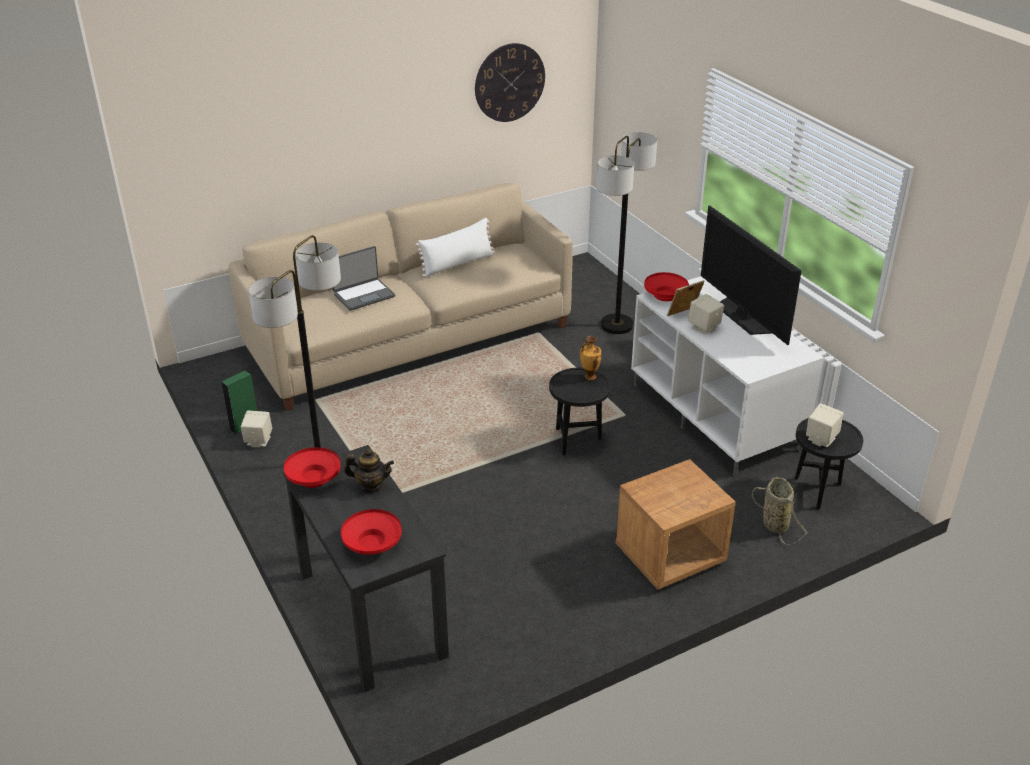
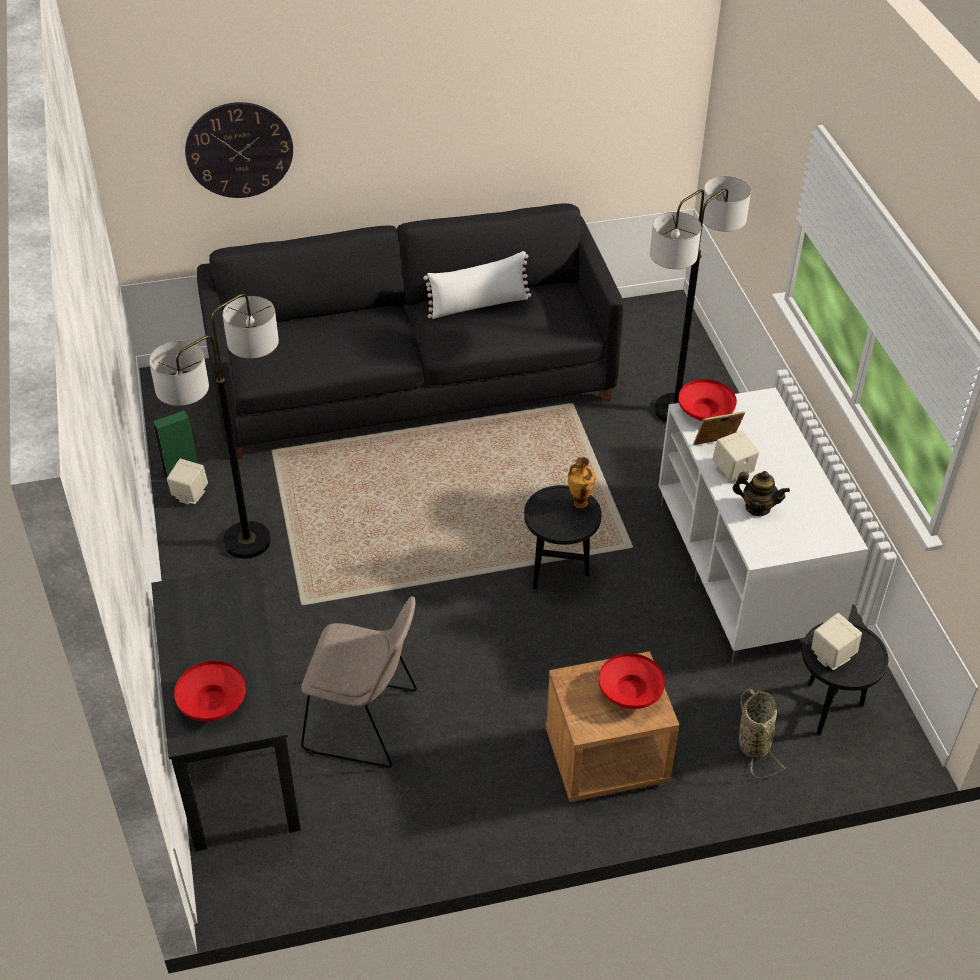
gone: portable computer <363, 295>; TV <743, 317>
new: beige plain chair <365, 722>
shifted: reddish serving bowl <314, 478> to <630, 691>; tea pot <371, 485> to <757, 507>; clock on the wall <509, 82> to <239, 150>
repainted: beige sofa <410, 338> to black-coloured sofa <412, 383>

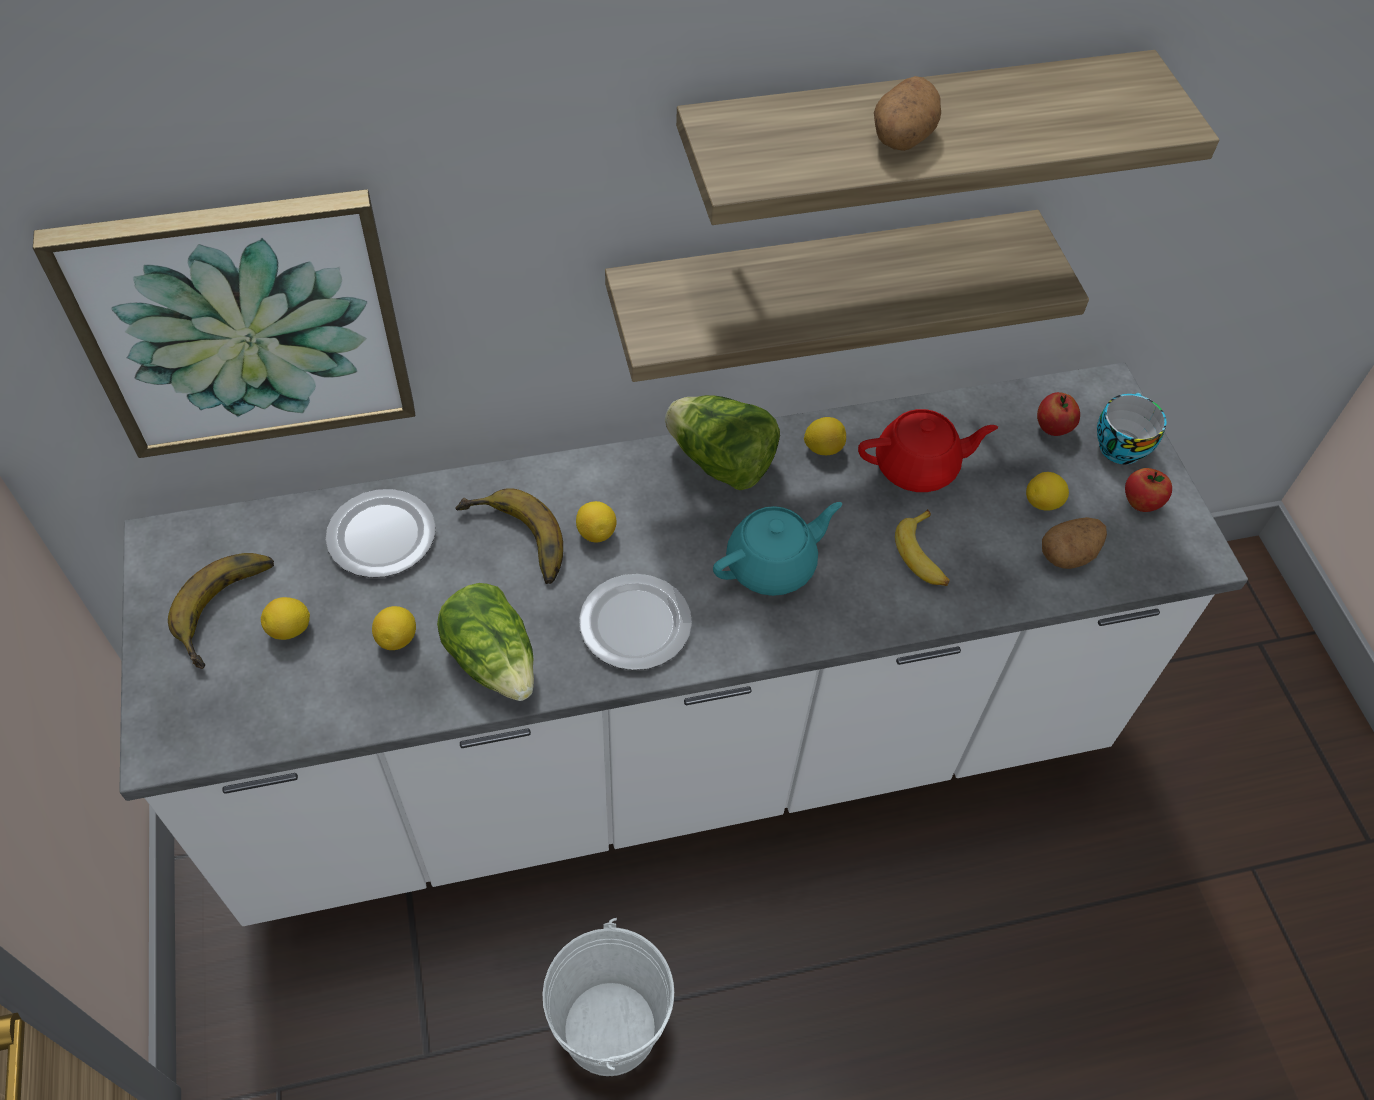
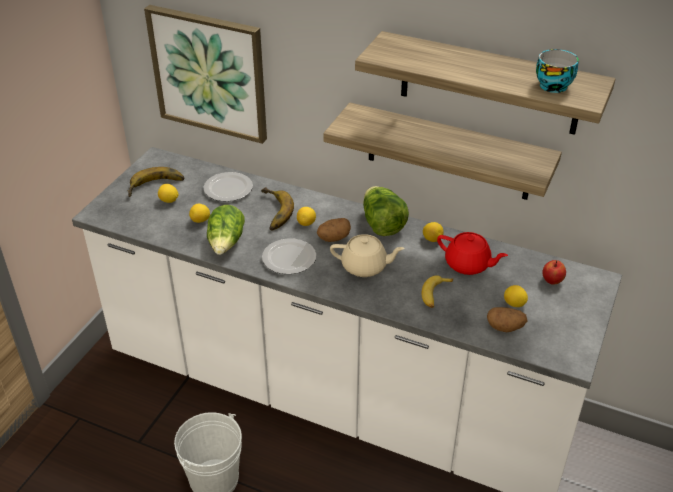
gone: apple <1140, 503>
shifted: spud <901, 139> to <333, 238>; cup <1119, 445> to <554, 85>
repainted: blue-green tea pot <772, 565> to beige tea pot <365, 267>

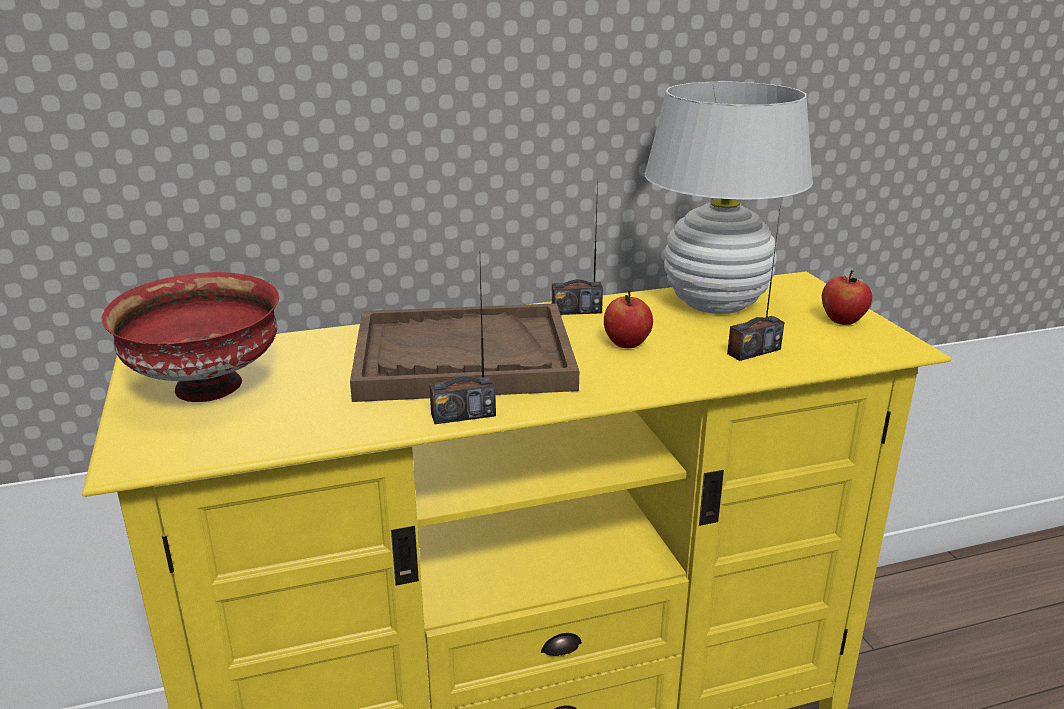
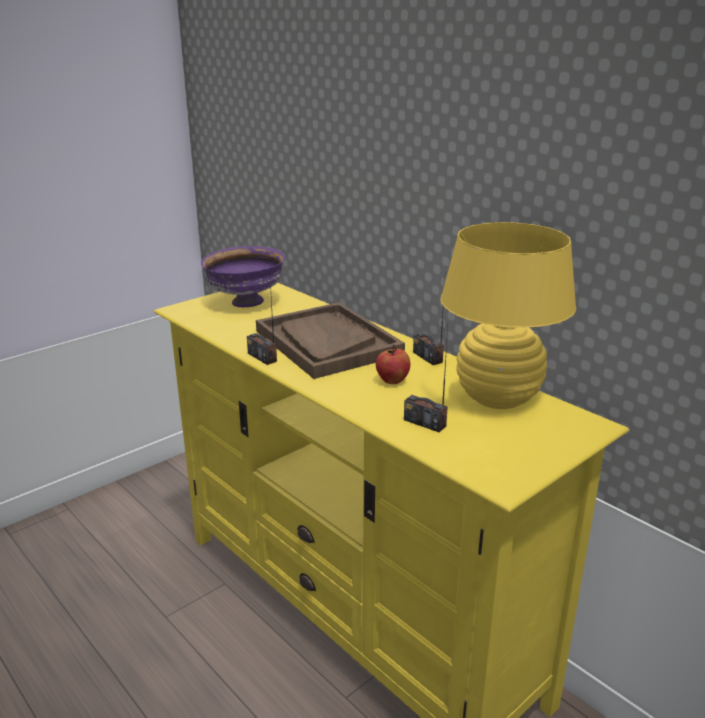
gone: apple <842, 321>
repainted: reddish serving bowl <209, 388> to purple serving bowl <246, 302>; white-coloured table lamp <714, 303> to yellow table lamp <497, 398>

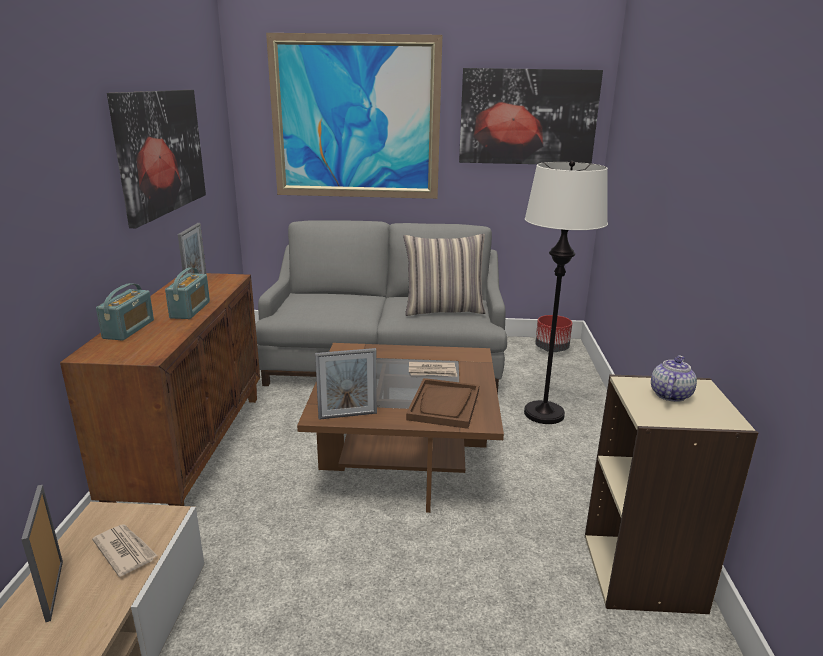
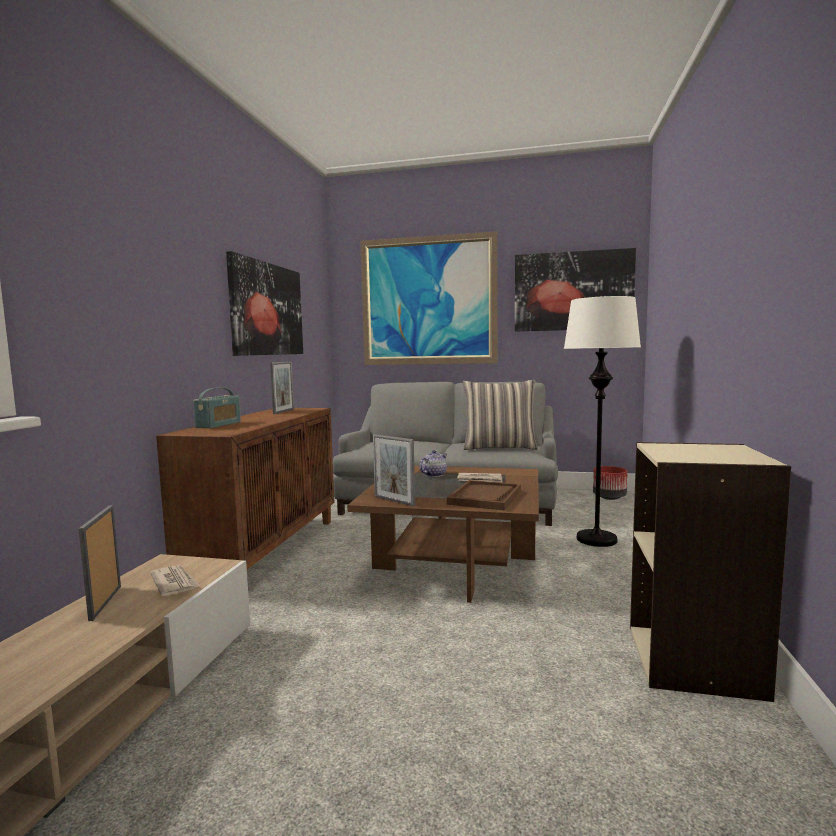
gone: radio <190, 310>
shifted: tea pot <669, 394> to <433, 475>
rotated: standing frame <347, 415> = <394, 501> 45 degrees clockwise

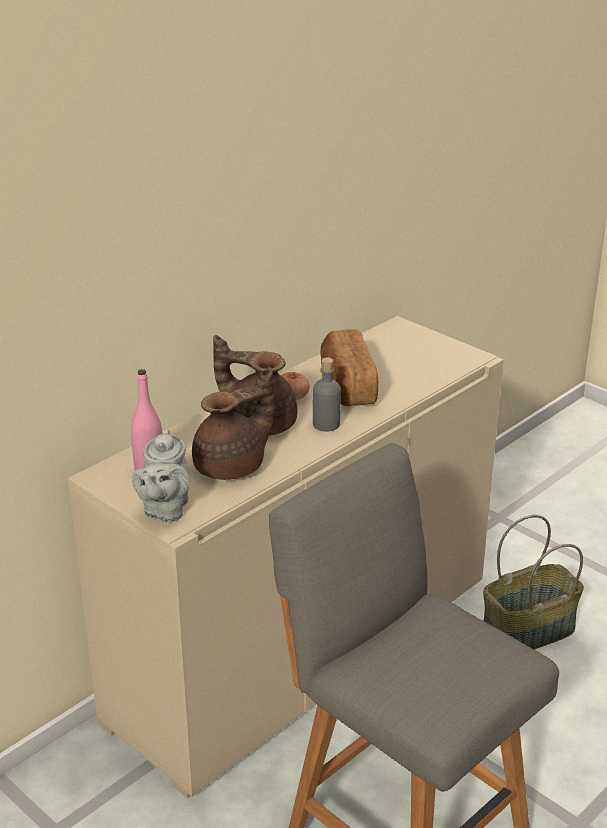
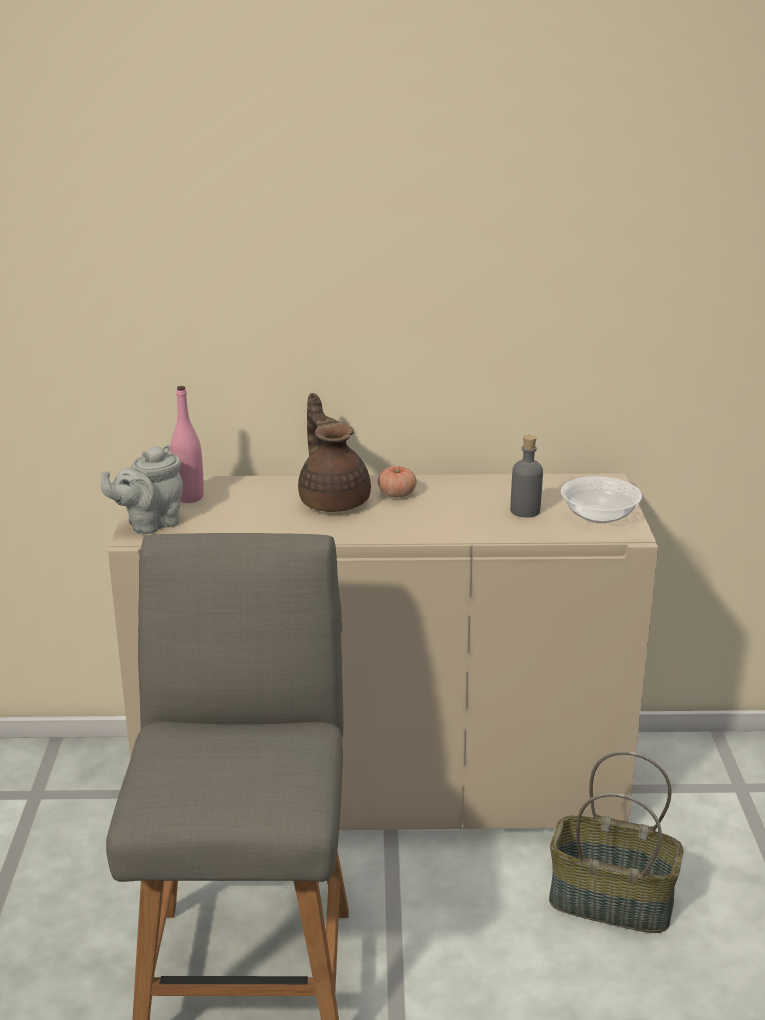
gone: brown-coloured tea pot <233, 466>; bakery bread <346, 385>
new: serving bowl <599, 515>
shifted: gray bottle <326, 424> to <525, 511>

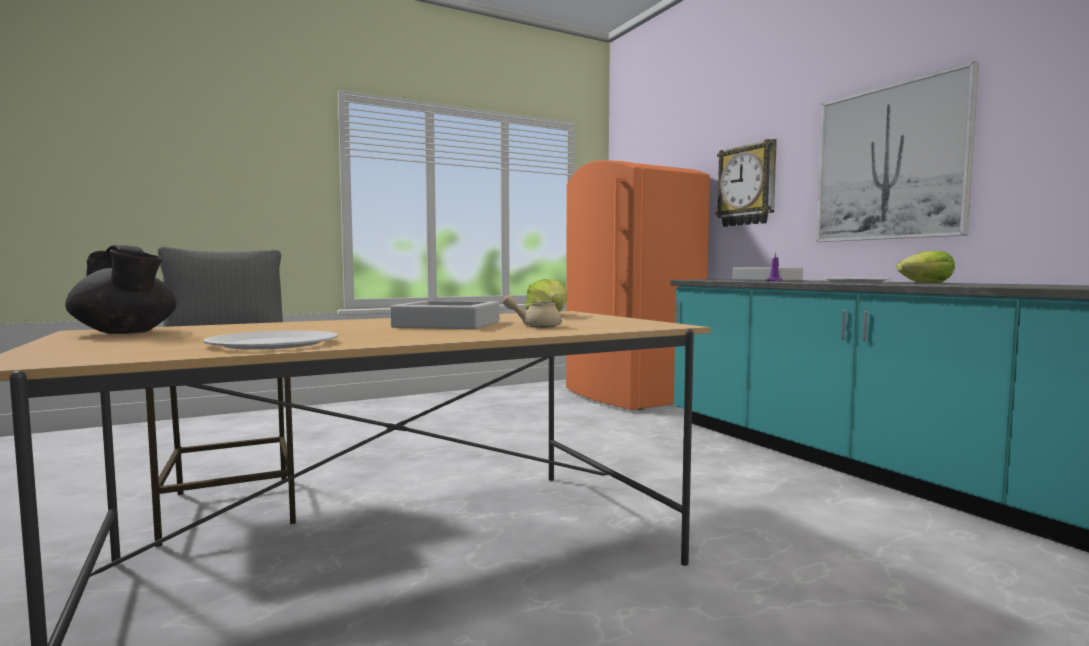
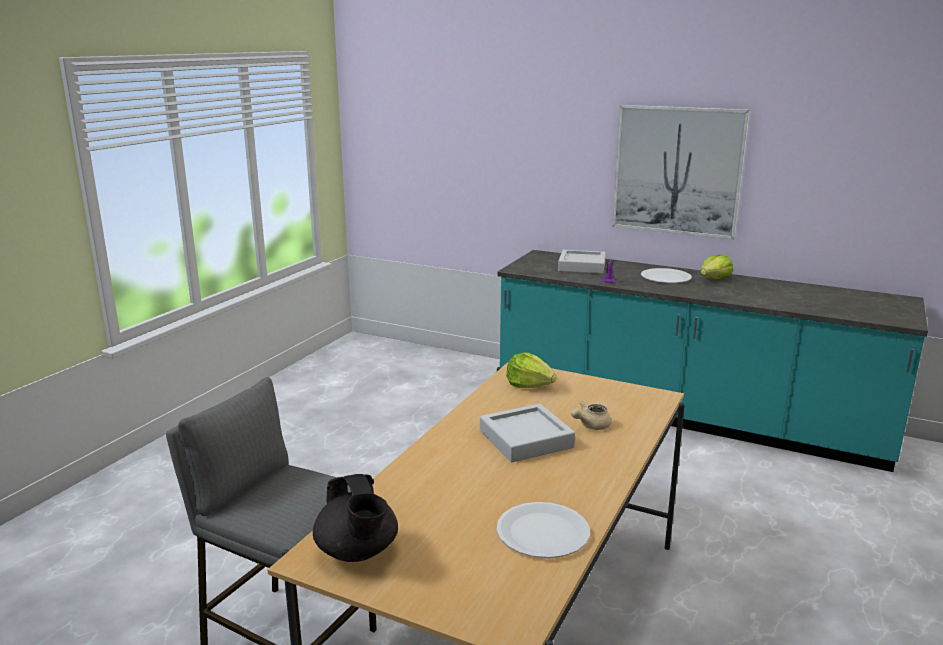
gone: orange-coloured refrigerator <630, 396>; clock on the wall <747, 185>
rotated: black-coloured tea pot <126, 333> = <357, 552> 60 degrees clockwise

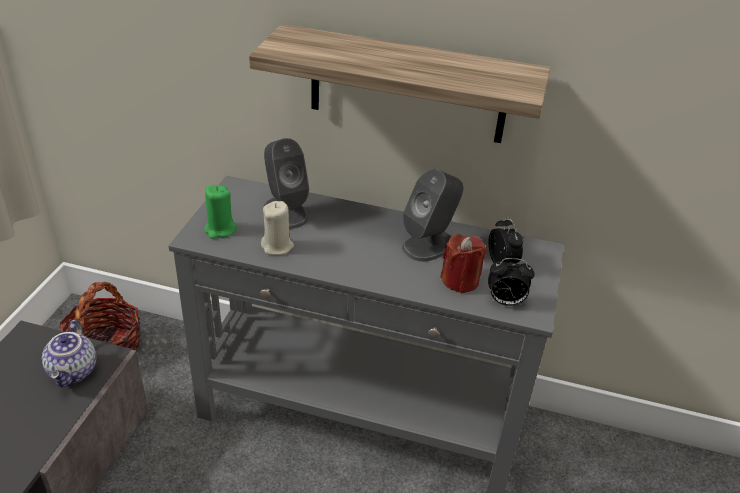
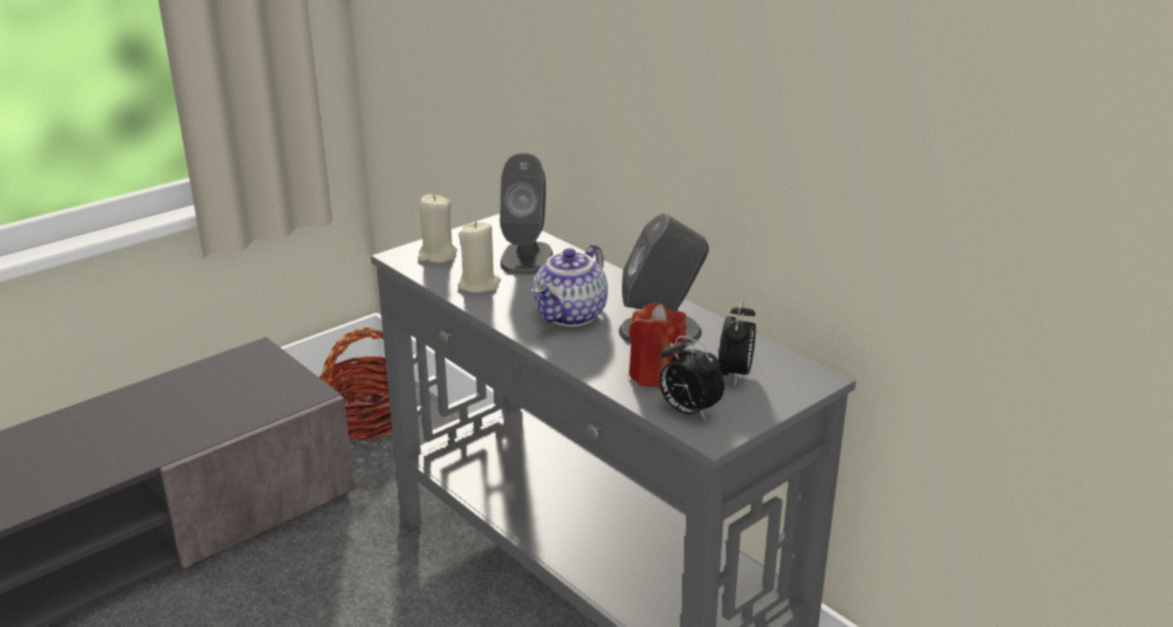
gone: wall shelf <407, 85>
shifted: tea pot <74, 371> to <572, 316>
repainted: greenish candle <220, 230> to beige candle <437, 256>

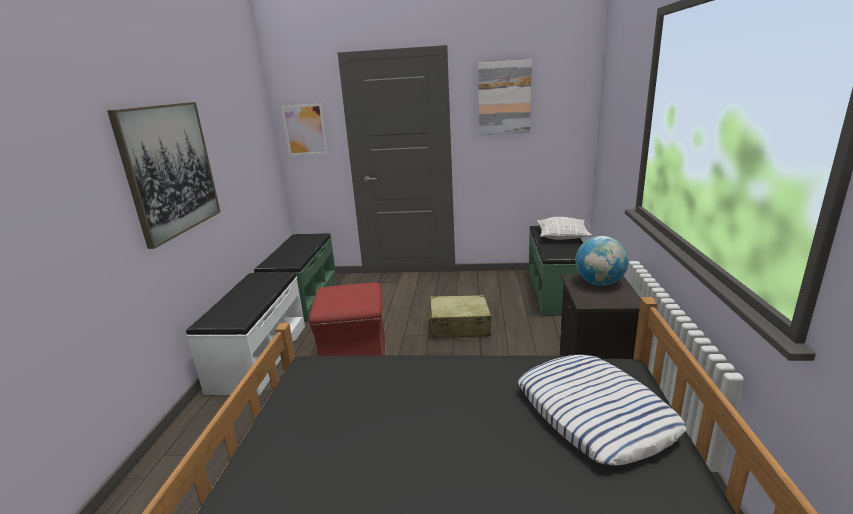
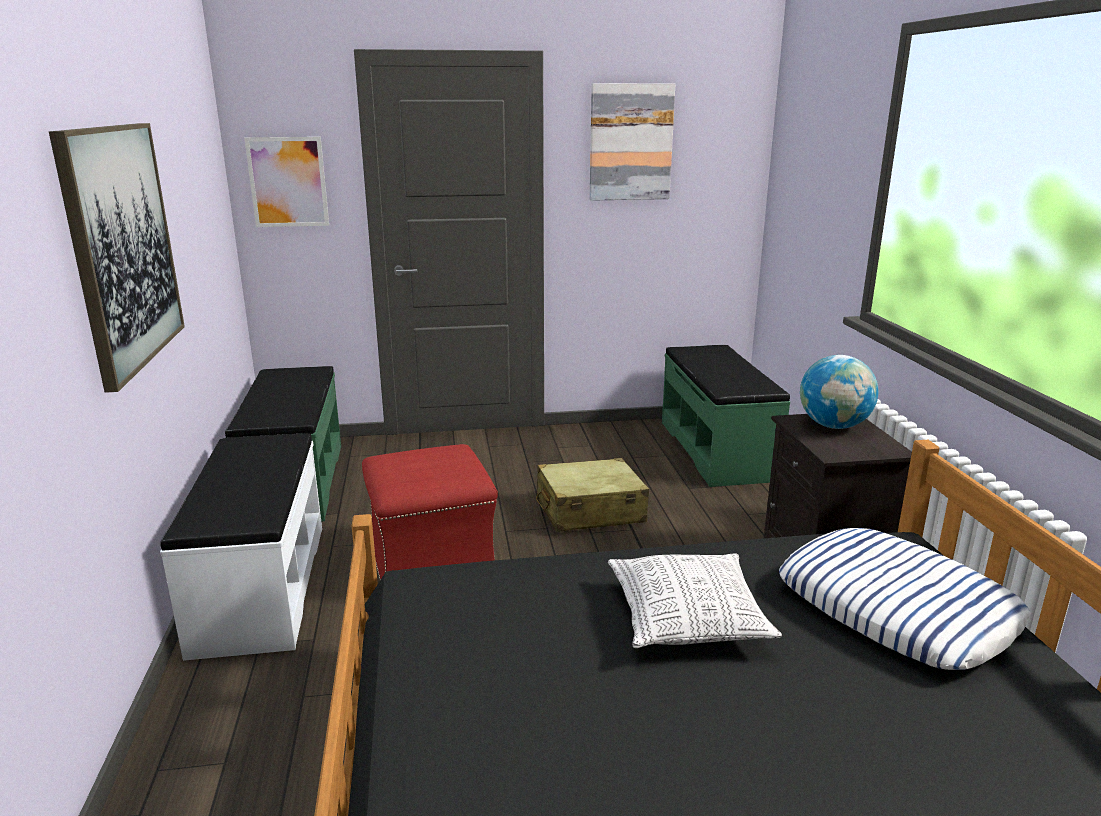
shifted: cushion <562, 236> to <687, 619>

